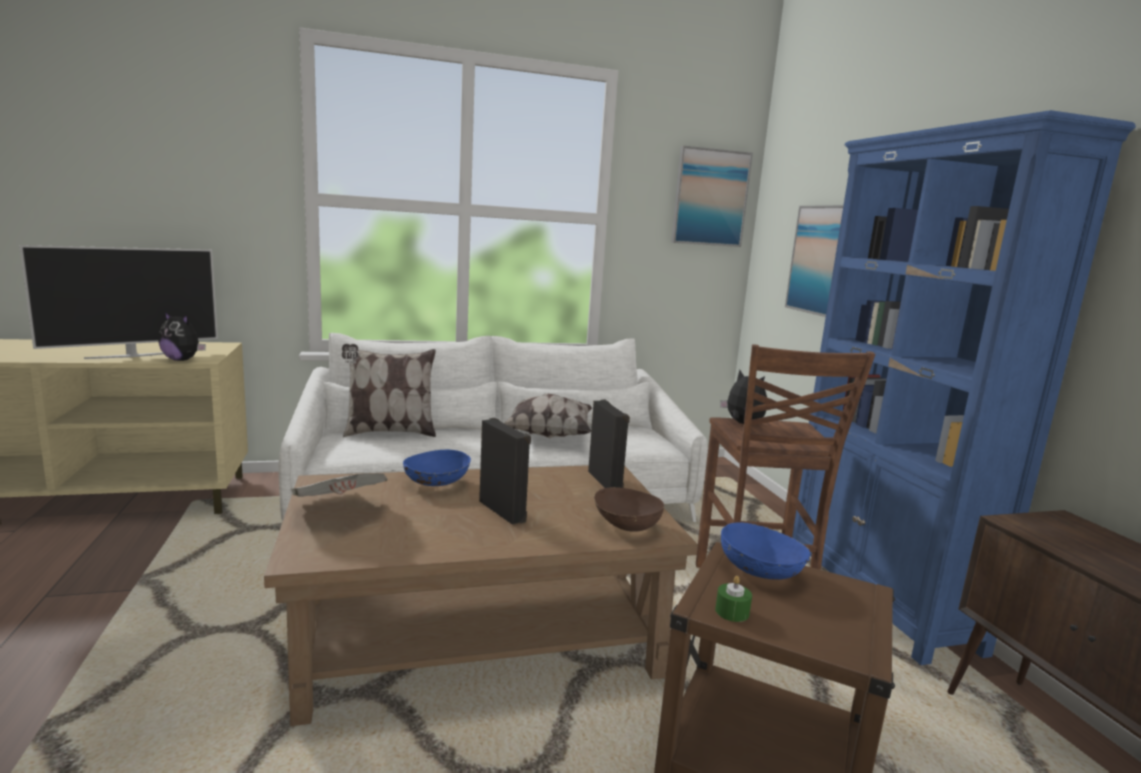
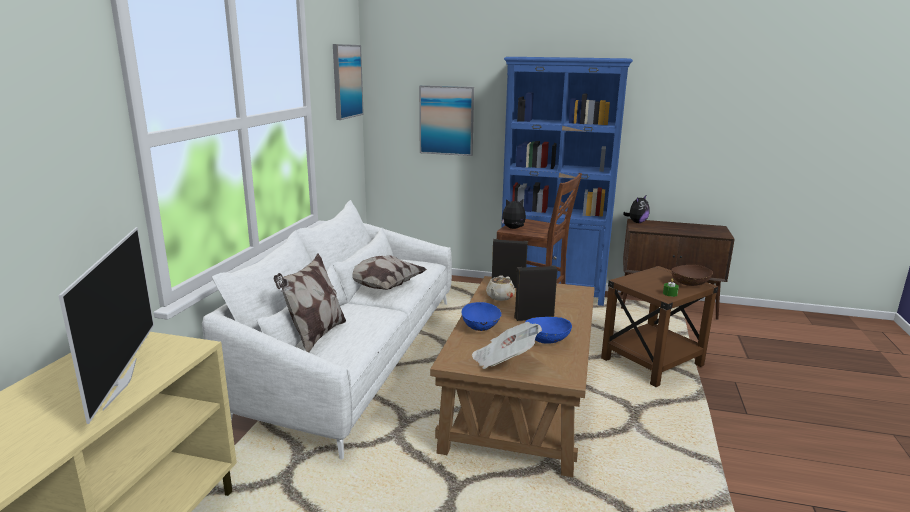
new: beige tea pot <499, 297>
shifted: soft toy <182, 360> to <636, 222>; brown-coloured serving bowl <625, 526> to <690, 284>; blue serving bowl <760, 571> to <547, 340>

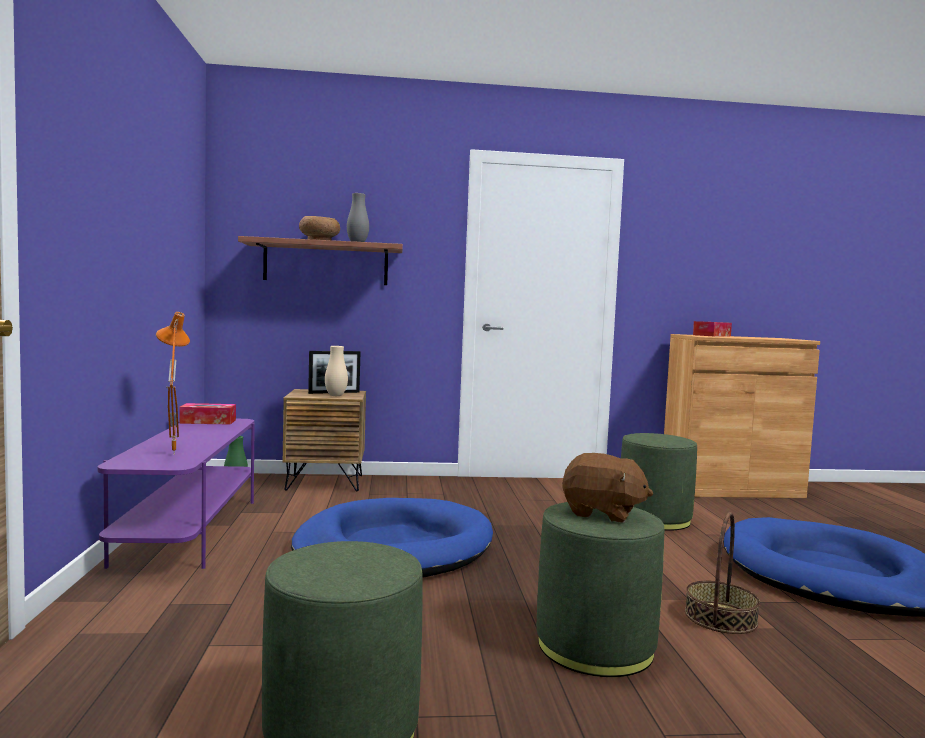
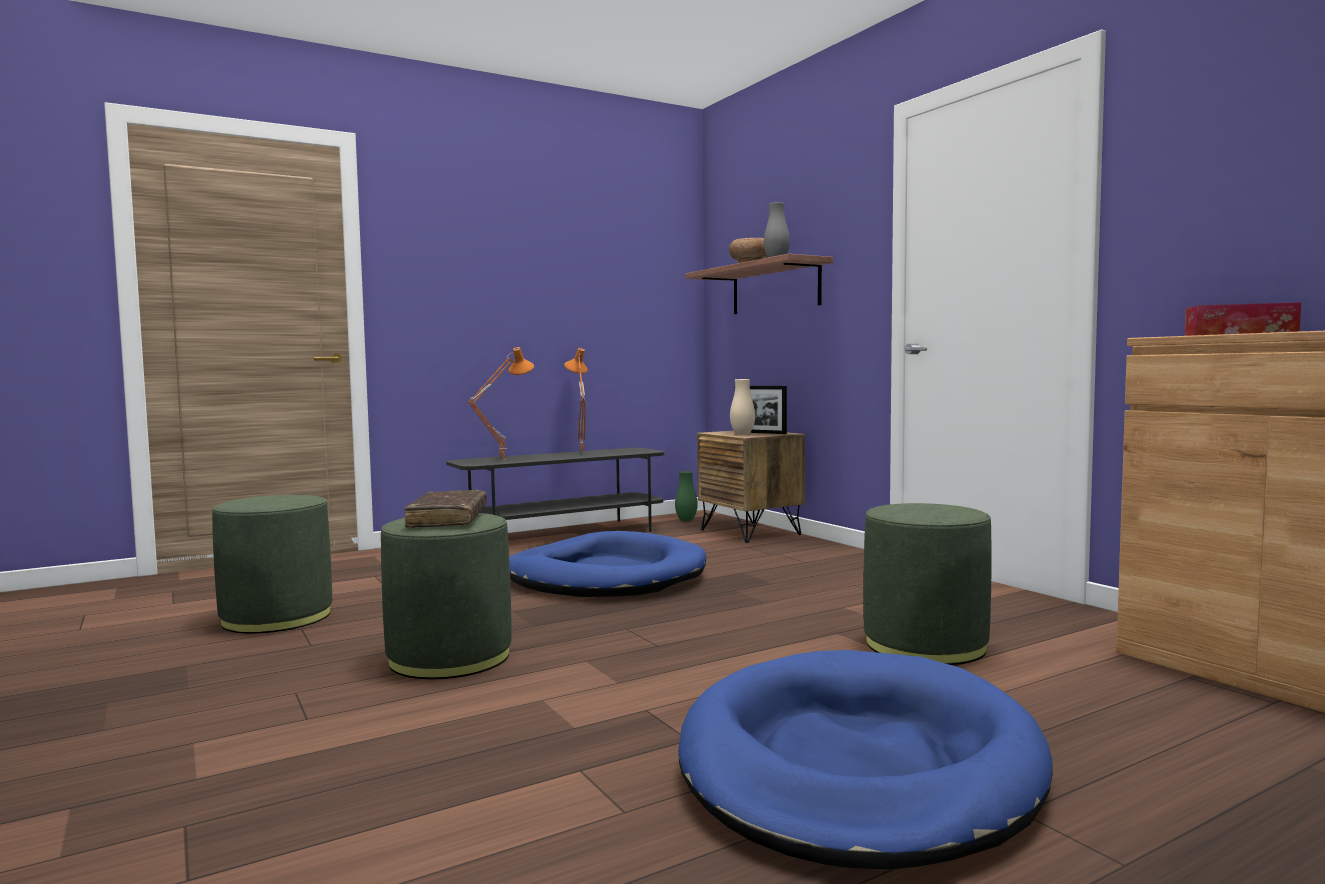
gone: tissue box <208, 421>; household basket <720, 617>
new: orange-coloured table lamp <579, 453>
swapped: brown-coloured soft toy <602, 513> to brown-coloured book <448, 519>
repainted: purple tv stand <190, 530> to gray tv stand <562, 535>

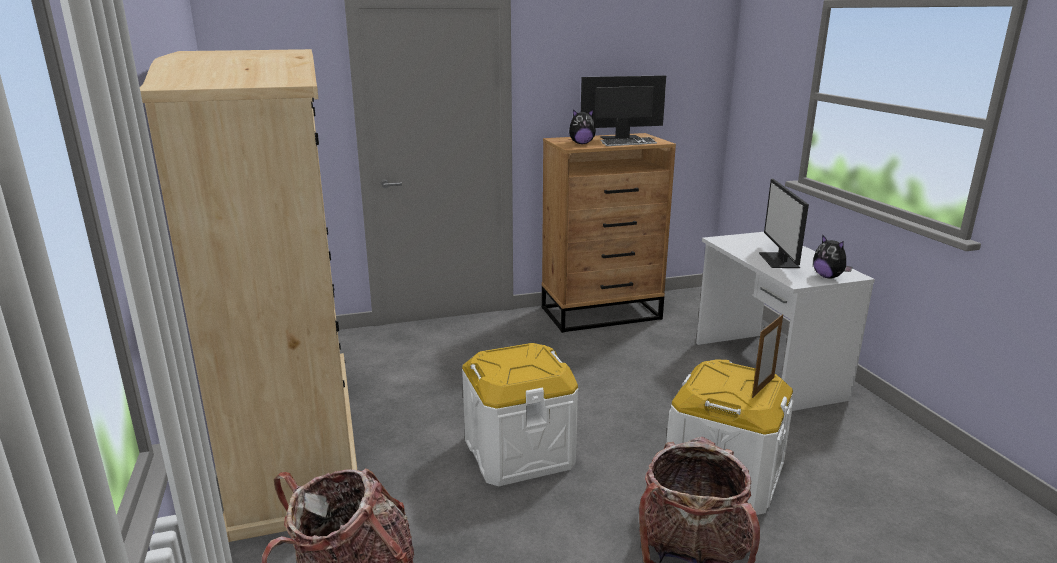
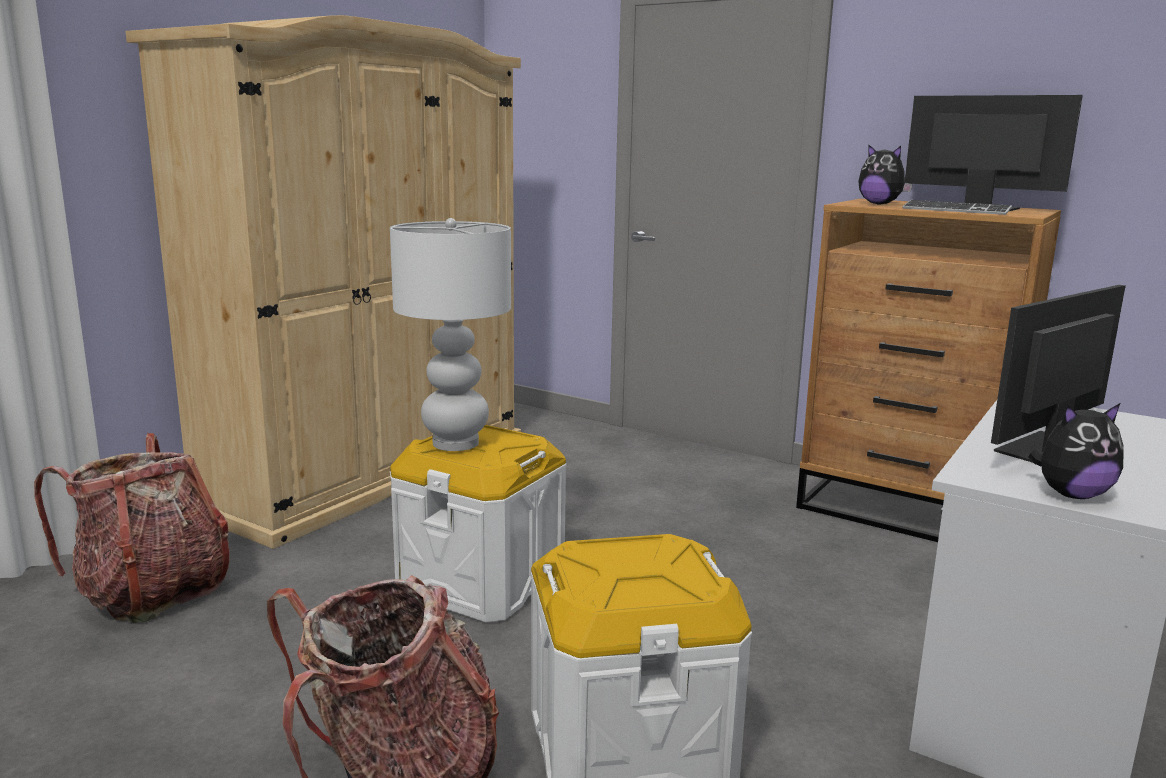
gone: standing frame <763, 387>
new: white-coloured table lamp <455, 443>
rotated: soft toy <828, 277> = <1071, 494> 120 degrees counterclockwise

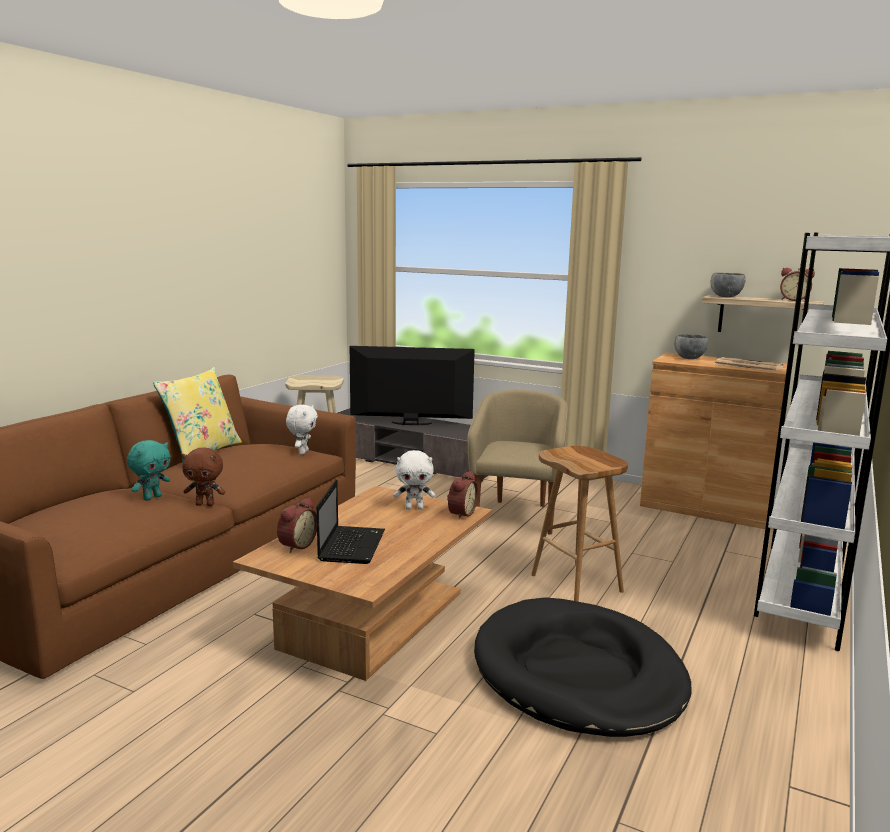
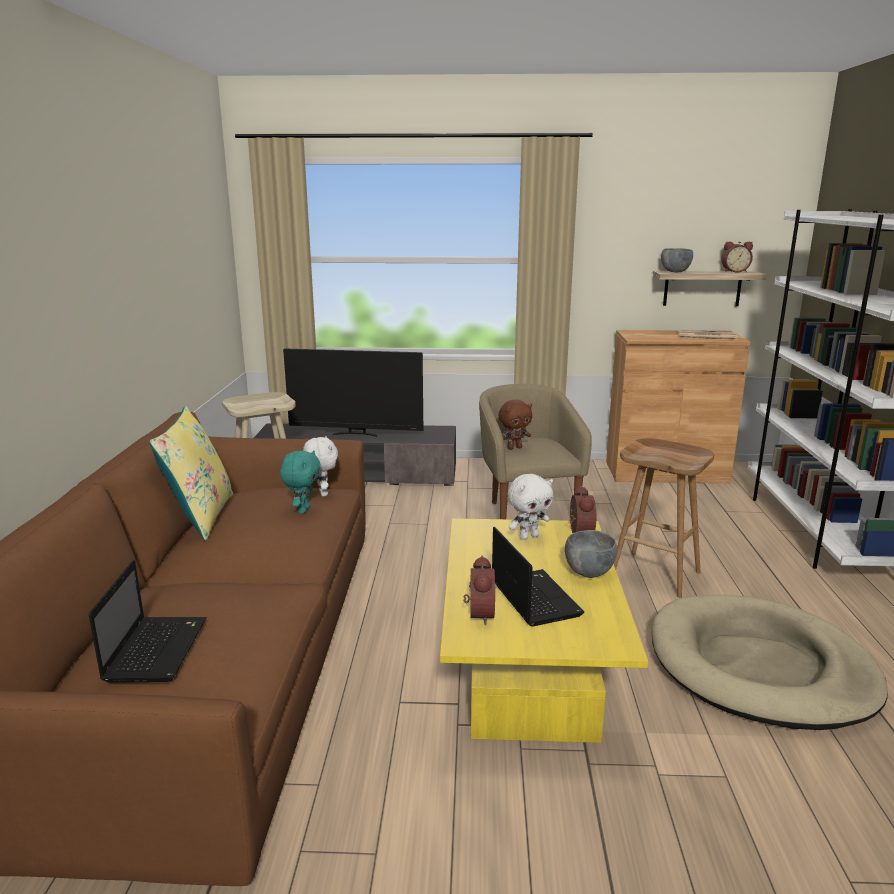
new: portable computer <156, 648>
shifted: blue-green soft toy <152, 497> to <303, 510>; brown-coloured soft toy <205, 504> to <514, 448>; gray serving bowl <689, 358> to <588, 572>
repainted: brown-coloured low table <374, 619> to yellow low table <528, 668>; black-coloured pet bed <578, 673> to beige pet bed <760, 667>
rotated: TV <411, 423> = <356, 434> 150 degrees counterclockwise

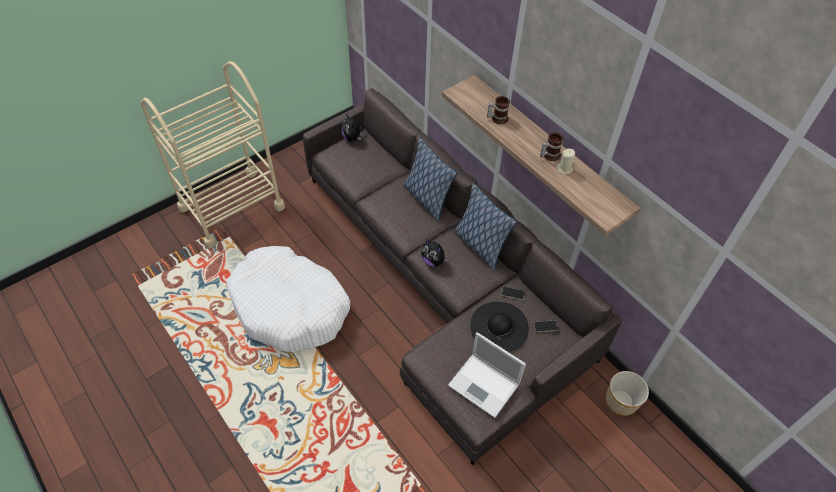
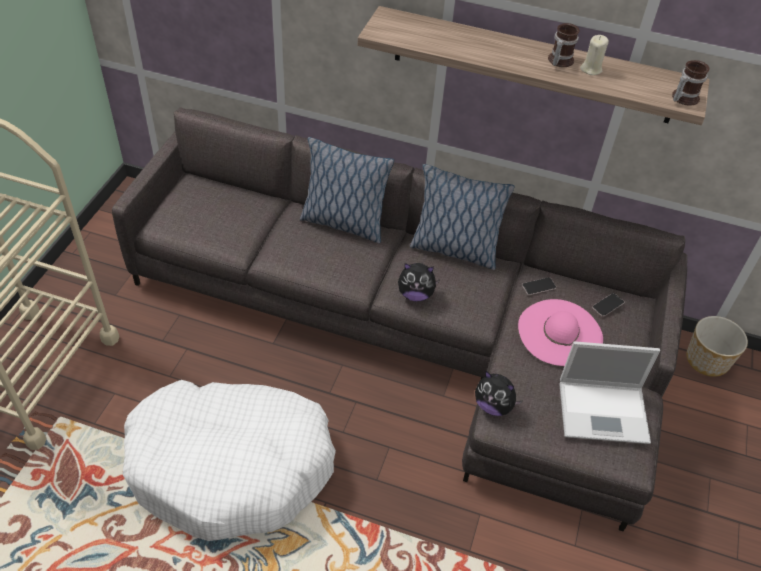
shifted: soft toy <352, 138> to <493, 406>; mug <497, 117> to <682, 98>
repainted: black-coloured hat <499, 326> to pinkish hat <560, 332>

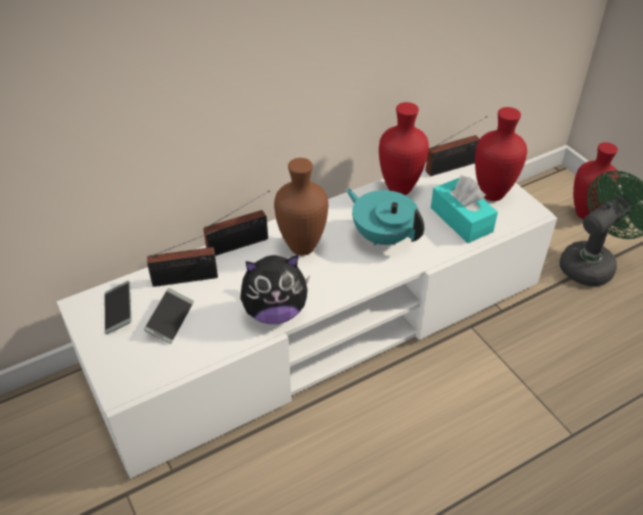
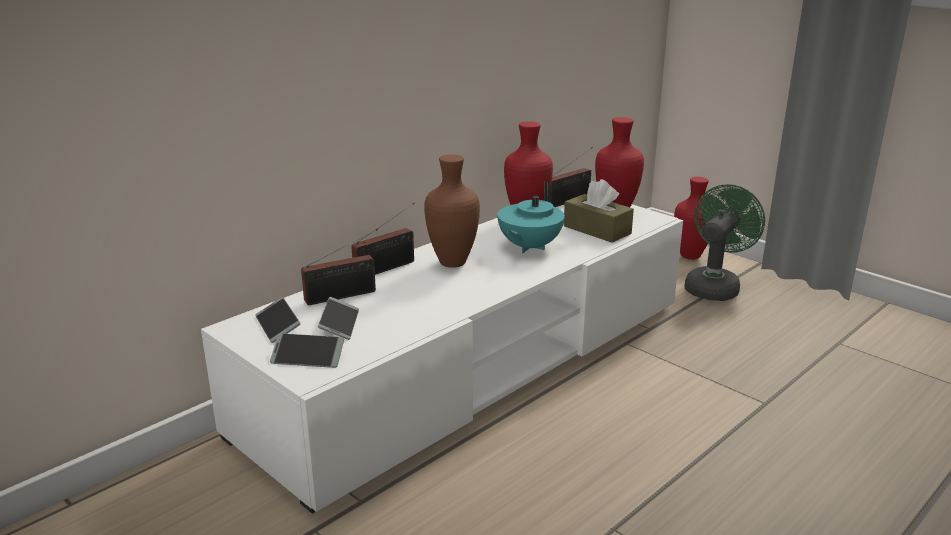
gone: soft toy <275, 312>
new: telephone <308, 357>
repainted: blue-green tissue box <461, 220> to brown-coloured tissue box <597, 230>
rotated: blue-green tea pot <383, 236> = <528, 247> 90 degrees counterclockwise

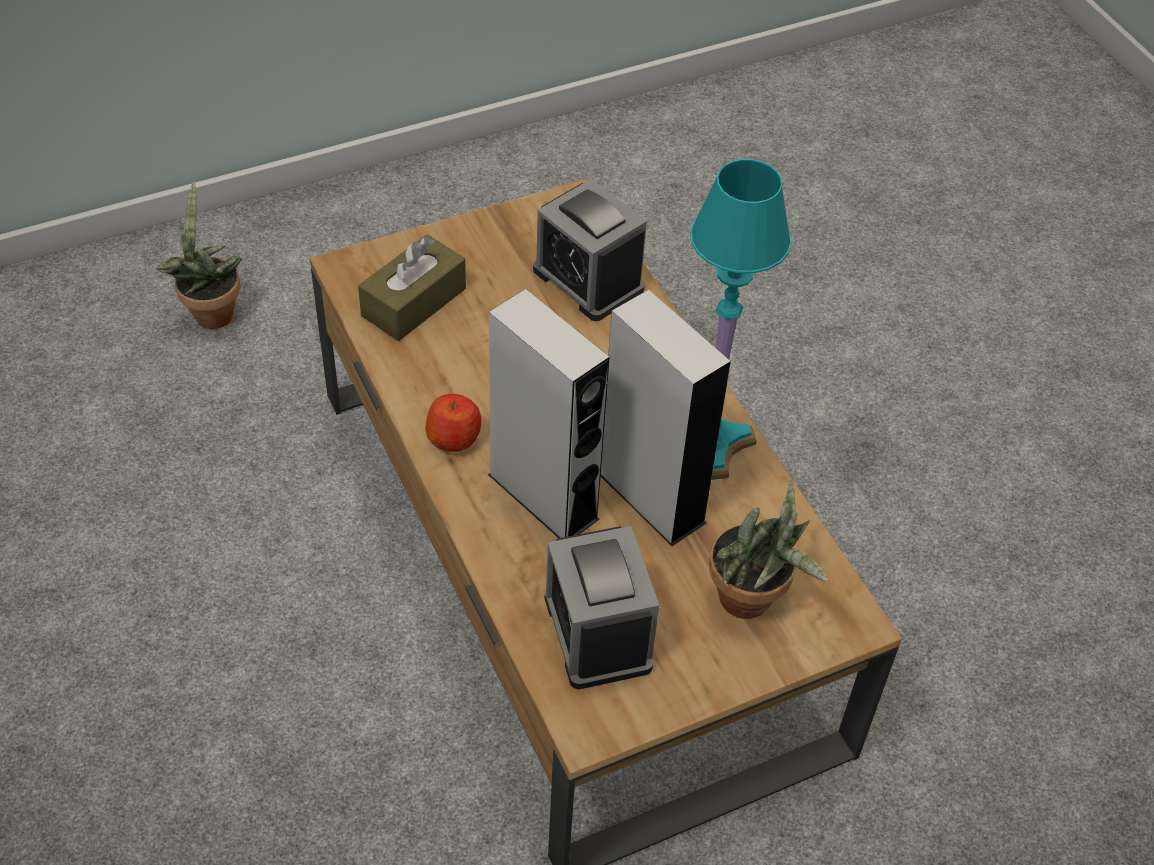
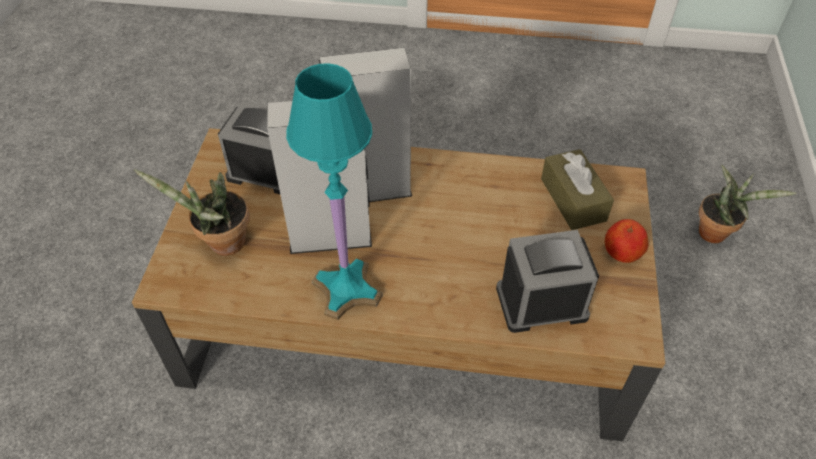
shifted: apple <454, 438> to <622, 252>

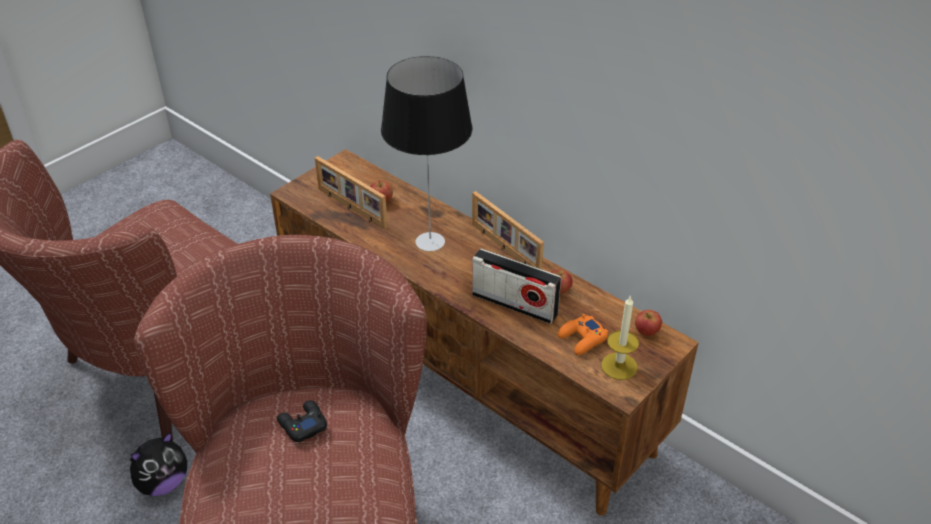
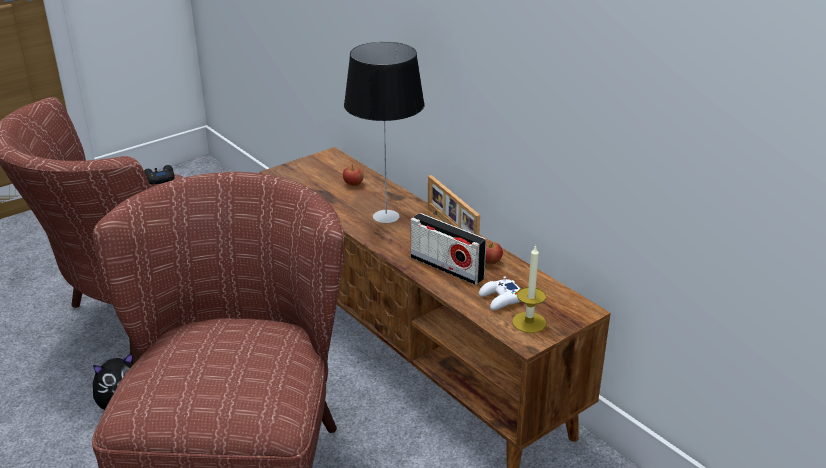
gone: standing frame <351, 208>; apple <646, 332>
shifted: black-coloured joypad <302, 425> to <159, 178>
repainted: orange-coloured joypad <582, 339> to white-coloured joypad <501, 299>

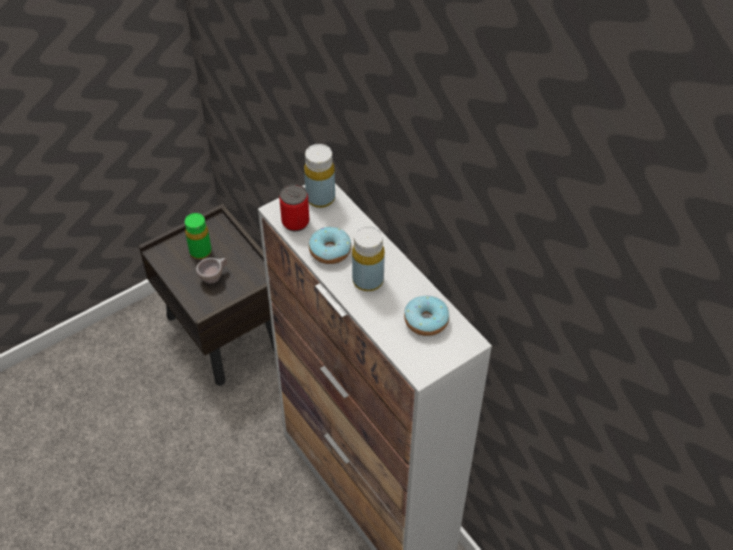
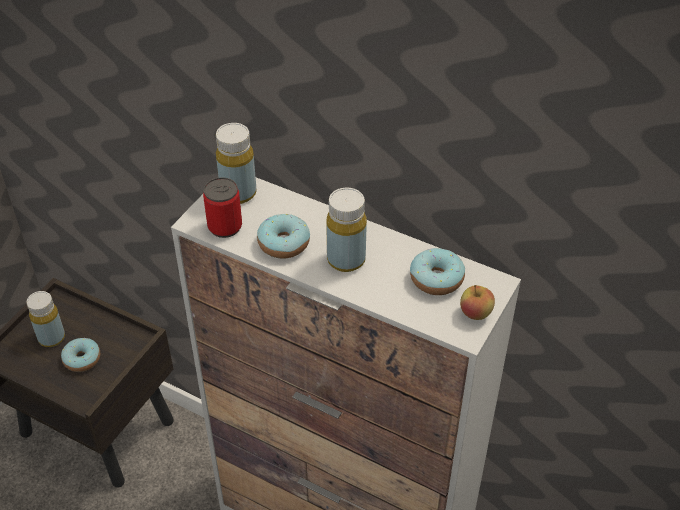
new: apple <475, 313>
swapped: beige cup <214, 277> to donut <82, 359>
repainted: greenish bottle <200, 251> to yellow bottle <51, 338>

